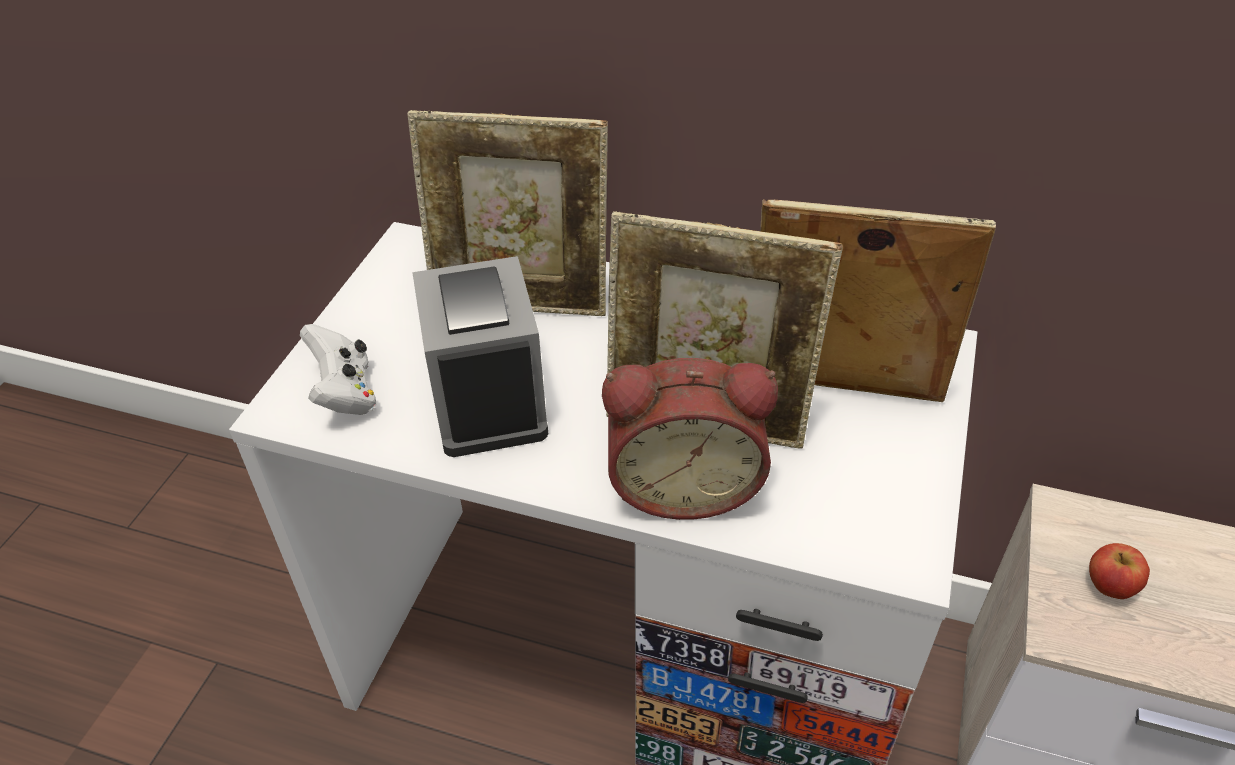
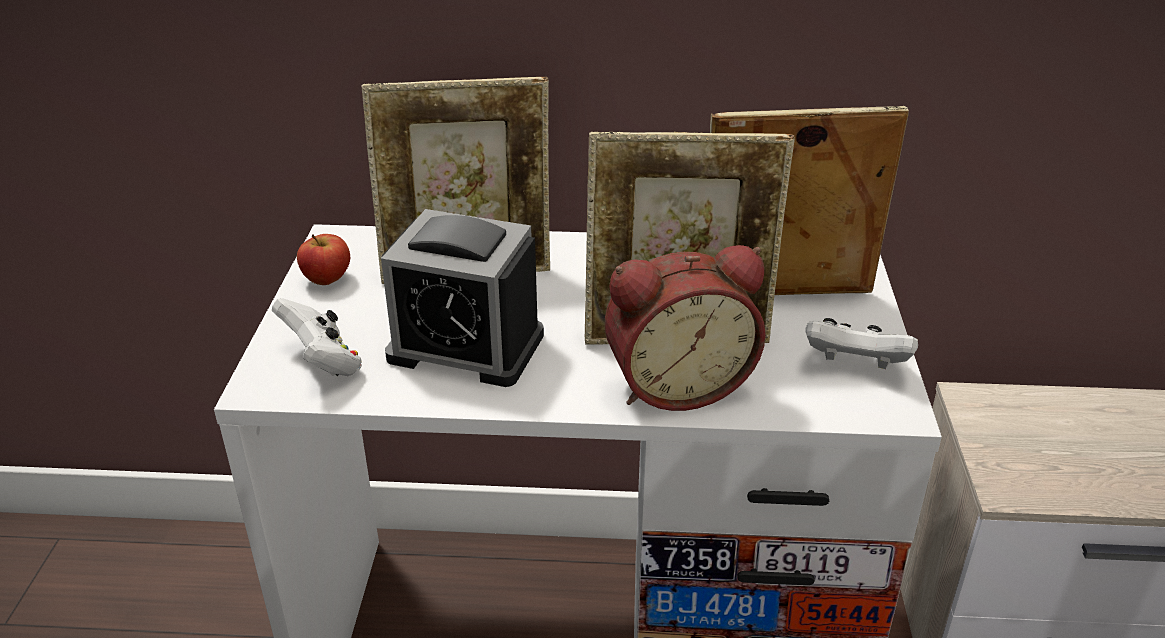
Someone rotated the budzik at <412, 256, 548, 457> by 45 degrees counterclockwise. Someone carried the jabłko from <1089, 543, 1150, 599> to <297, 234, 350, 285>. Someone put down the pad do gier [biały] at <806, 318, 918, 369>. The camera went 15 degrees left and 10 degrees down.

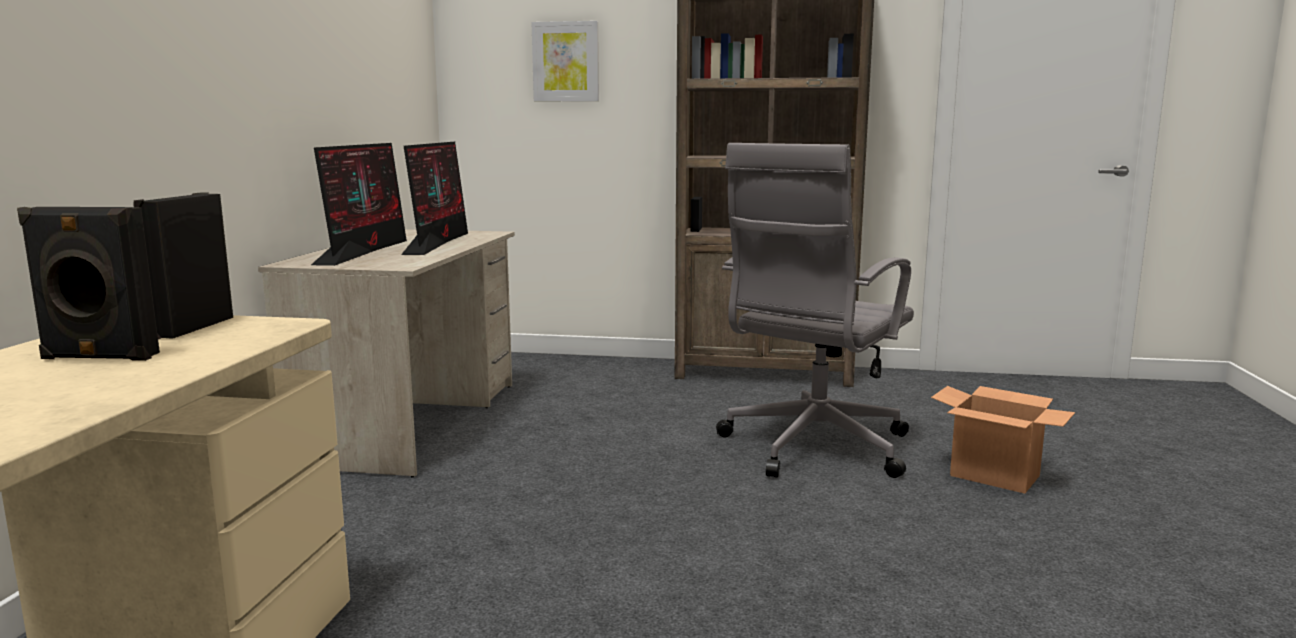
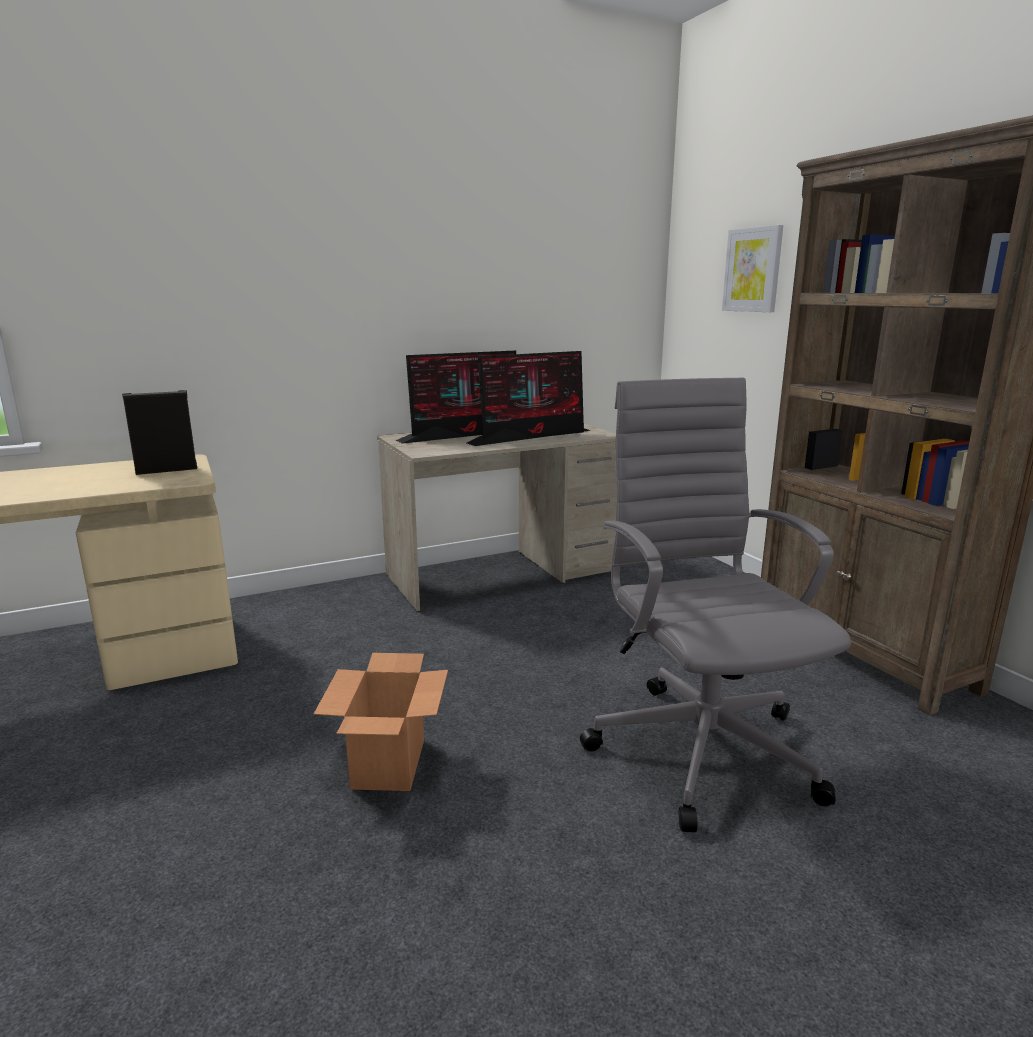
Someone rotated the krzesło biurowe [szary] at <716, 143, 914, 478> by 75 degrees clockwise. Someone took away the głośnik [czarny] at <17, 207, 160, 361>. Someone carried the karton from <931, 386, 1075, 494> to <314, 653, 448, 791>. The camera went 55 degrees right and 5 degrees up.

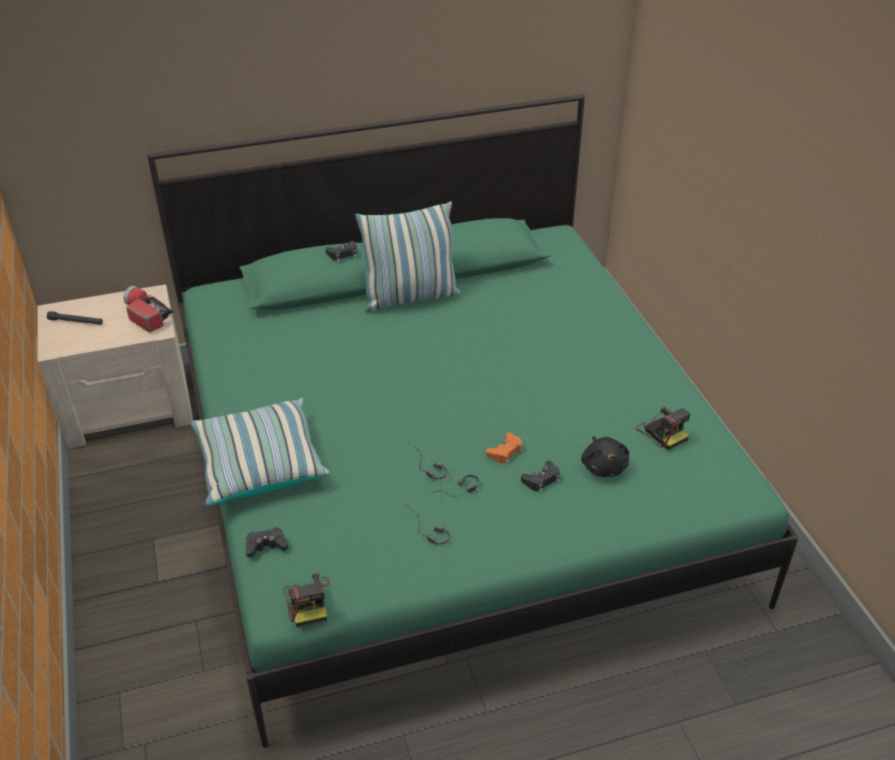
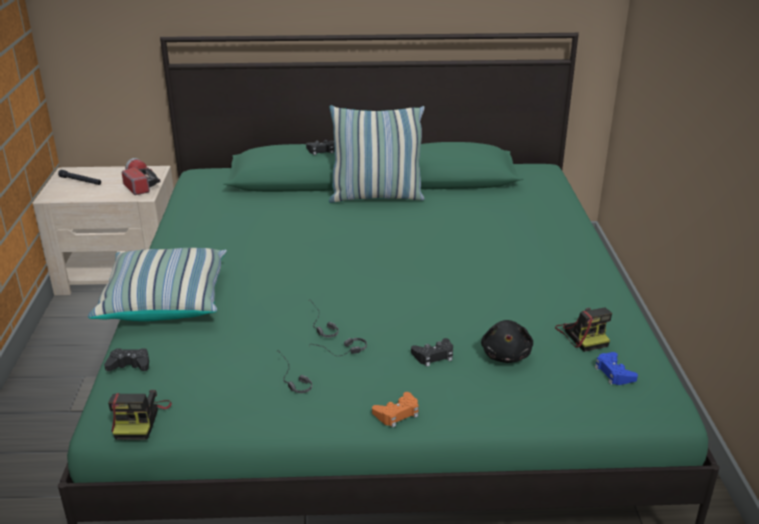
Someone carried the pad do gier [pomarańczowy] from <486, 432, 523, 464> to <372, 392, 419, 428>. Someone put down the pad do gier [niebieski] at <595, 352, 638, 385>. The camera went 15 degrees right and 10 degrees down.

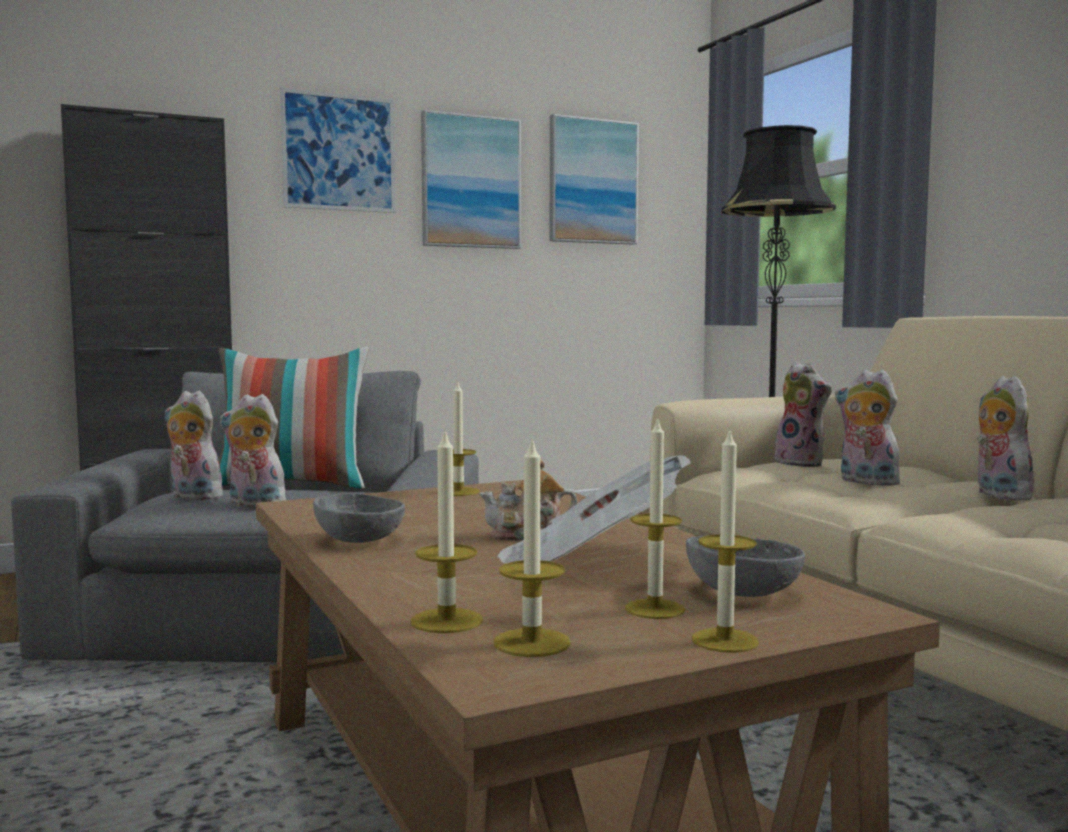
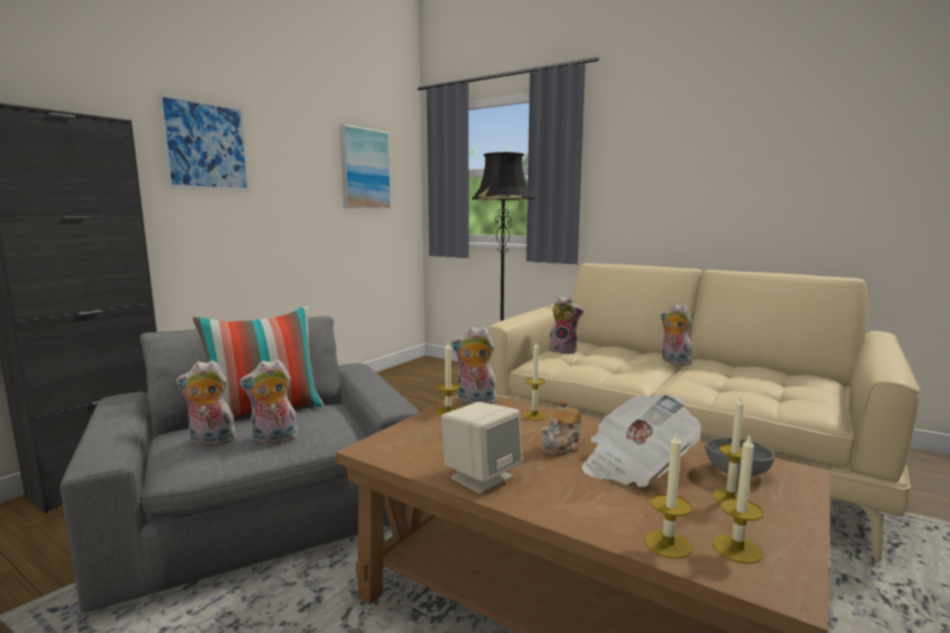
Someone took away the obraz at <421, 110, 521, 249>. Someone carried the pluszak from <835, 370, 903, 486> to <451, 326, 497, 404>. Someone carried the świeca from <692, 427, 759, 653> to <523, 342, 547, 420>. Someone swapped the miska [szary] at <313, 494, 405, 543> for the głośnik [beżowy] at <441, 402, 522, 494>. The camera went 30 degrees left and 5 degrees up.

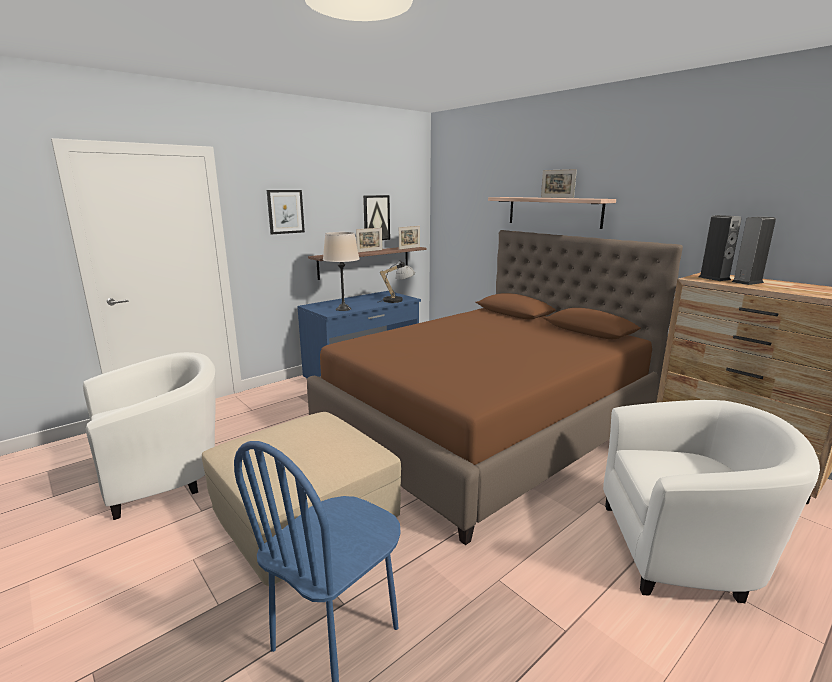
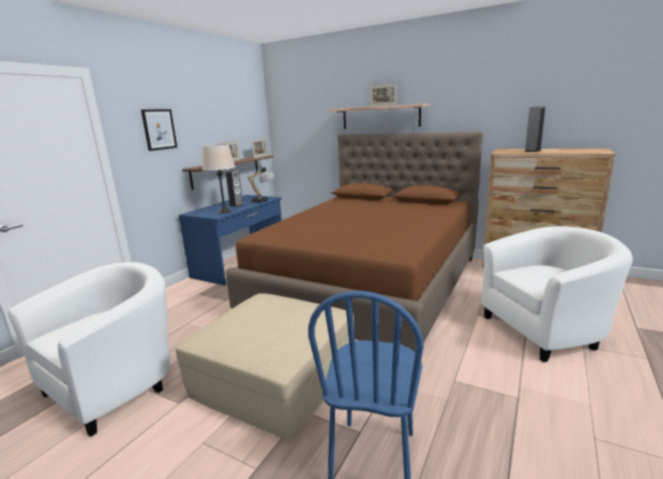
Someone took away the obraz at <363, 195, 390, 240>. Someone carried the głośnik from <699, 215, 741, 281> to <226, 170, 244, 207>. The camera went 20 degrees left and 0 degrees up.

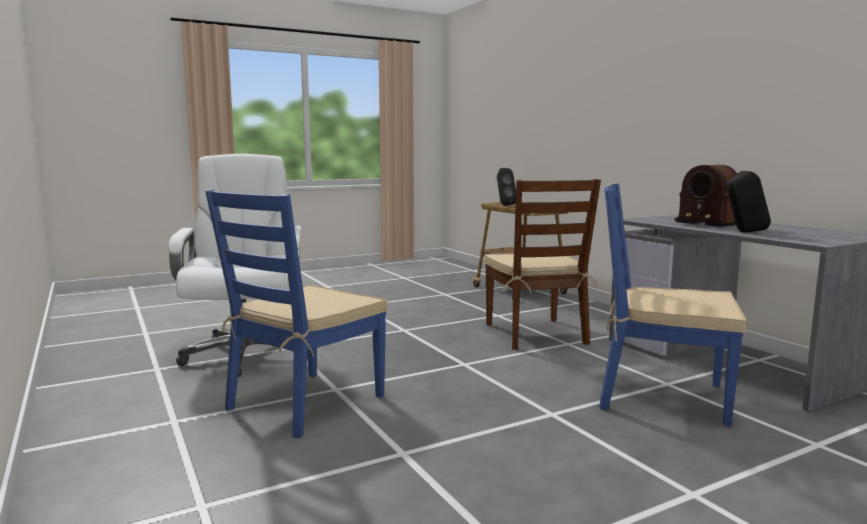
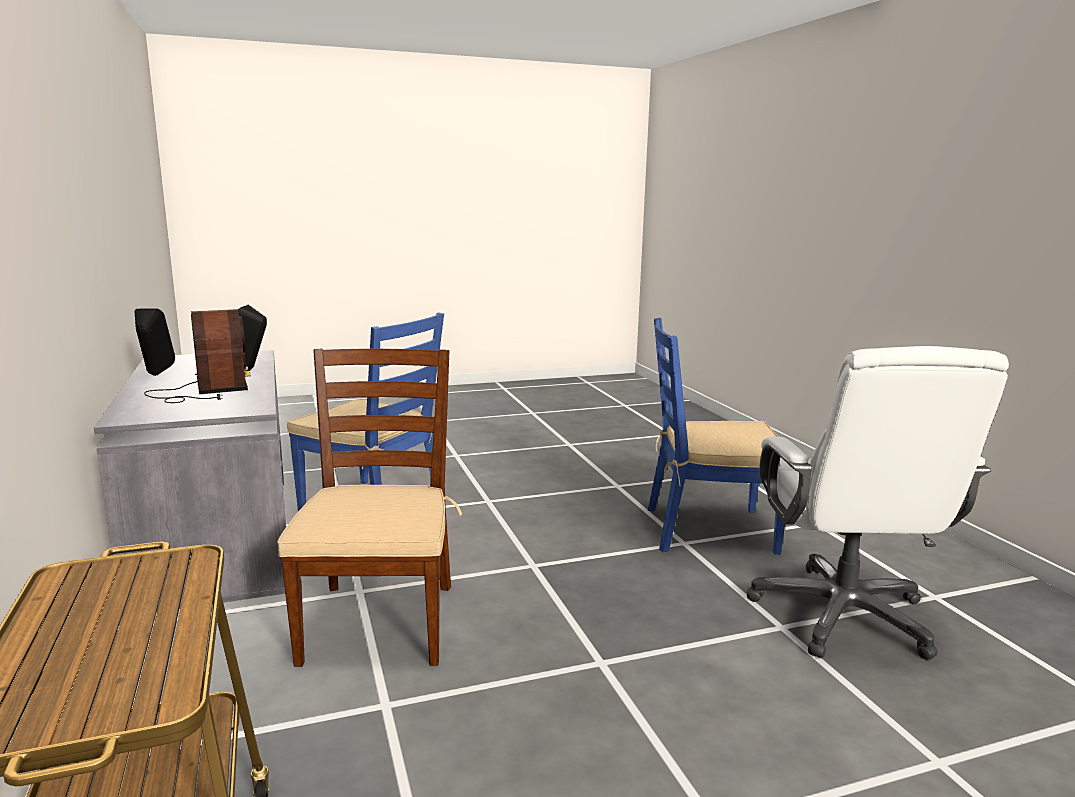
Someone carried the głośnik [czarny] from <497, 168, 516, 206> to <135, 308, 175, 376>. Someone rotated the krzesło [niebieski] at <205, 189, 388, 438> by 135 degrees counterclockwise. The camera went 170 degrees left and 5 degrees up.

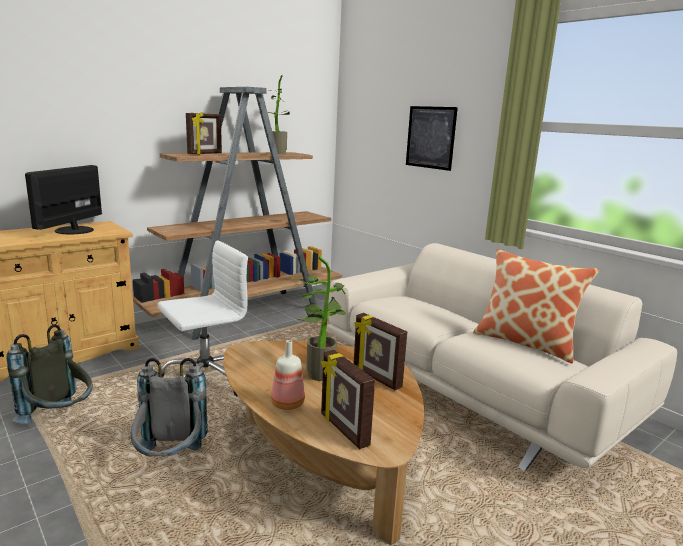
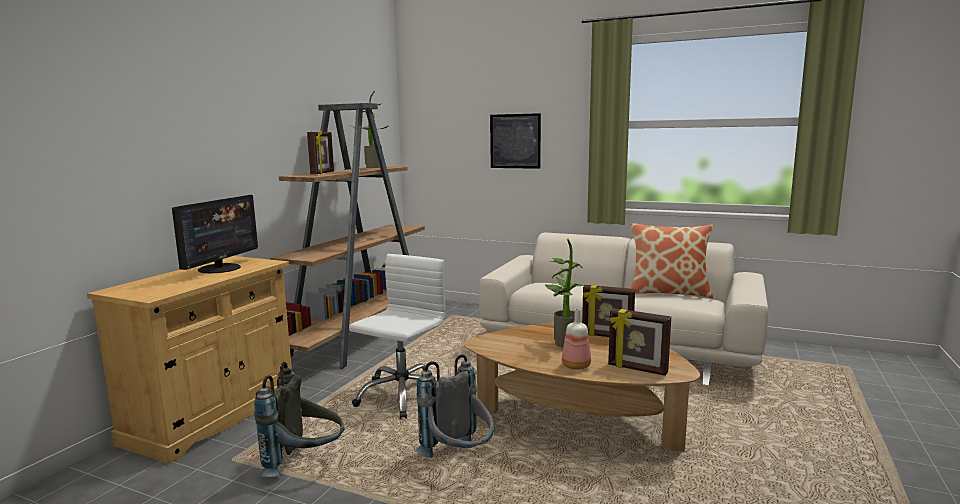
Someone rotated the monitor at <25, 165, 102, 234> by 150 degrees counterclockwise. The camera went 25 degrees left and 5 degrees down.

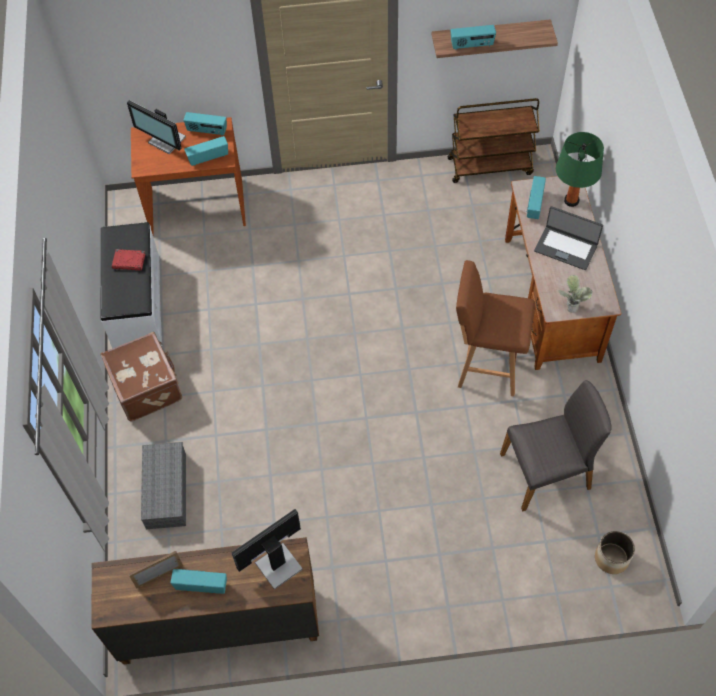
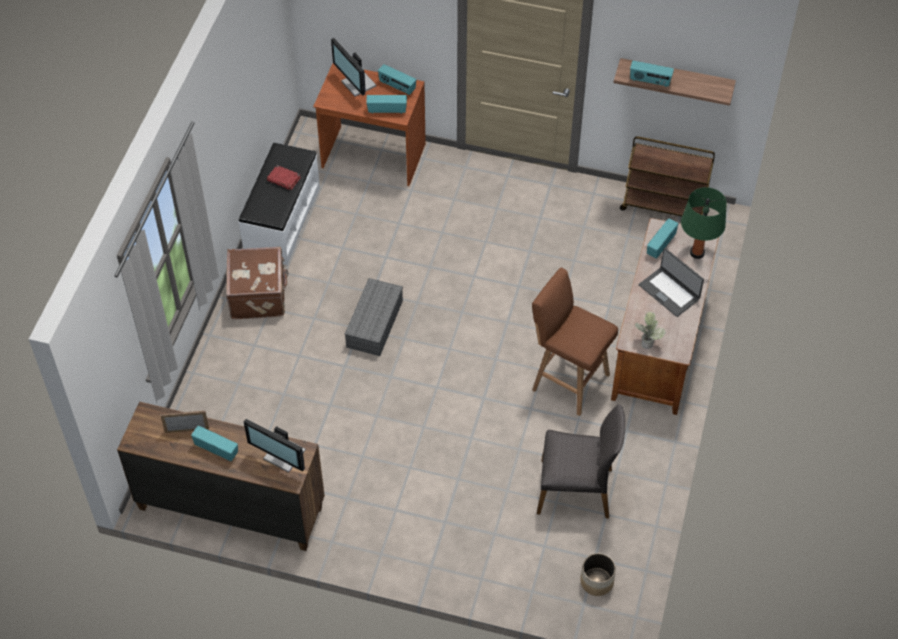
Someone carried the pojemnik do przechowywania [szary] from <141, 442, 186, 529> to <345, 278, 403, 356>. Someone rotated the monitor at <232, 509, 303, 590> by 135 degrees counterclockwise. The camera went 20 degrees right and 5 degrees down.

